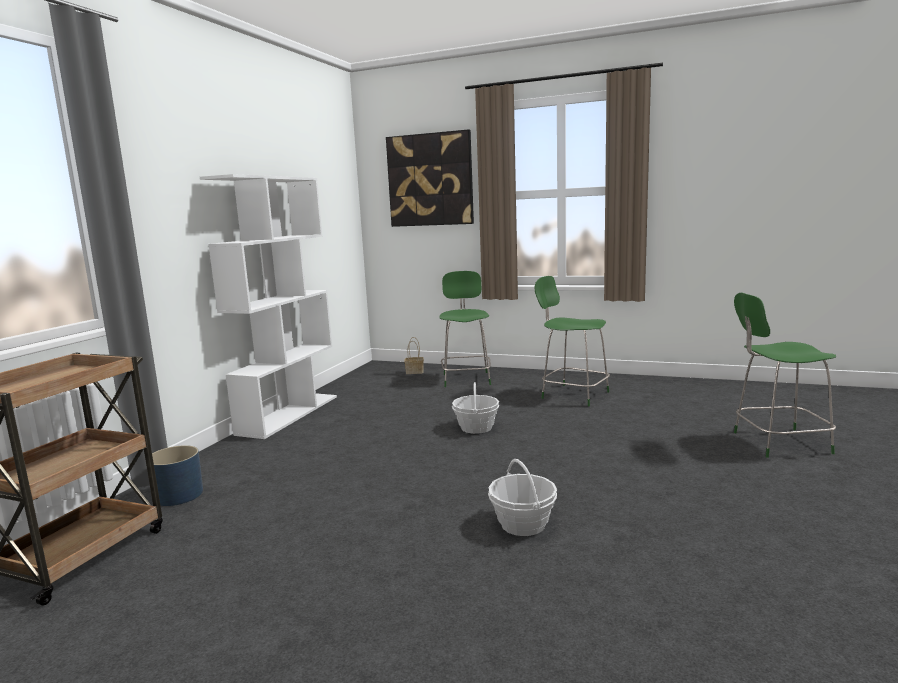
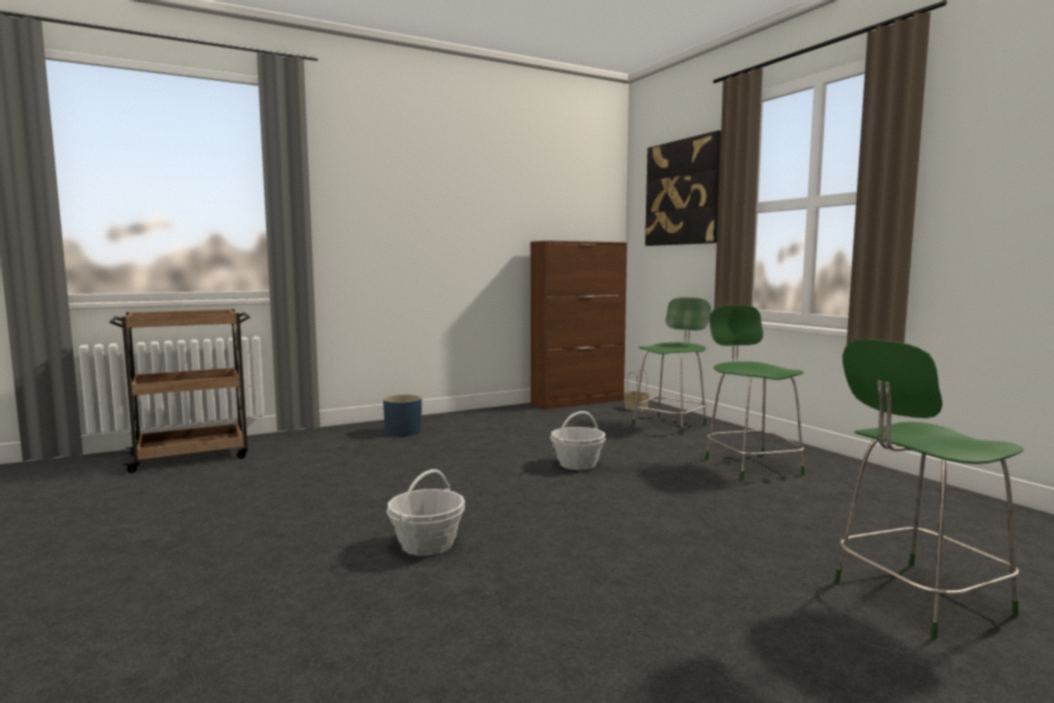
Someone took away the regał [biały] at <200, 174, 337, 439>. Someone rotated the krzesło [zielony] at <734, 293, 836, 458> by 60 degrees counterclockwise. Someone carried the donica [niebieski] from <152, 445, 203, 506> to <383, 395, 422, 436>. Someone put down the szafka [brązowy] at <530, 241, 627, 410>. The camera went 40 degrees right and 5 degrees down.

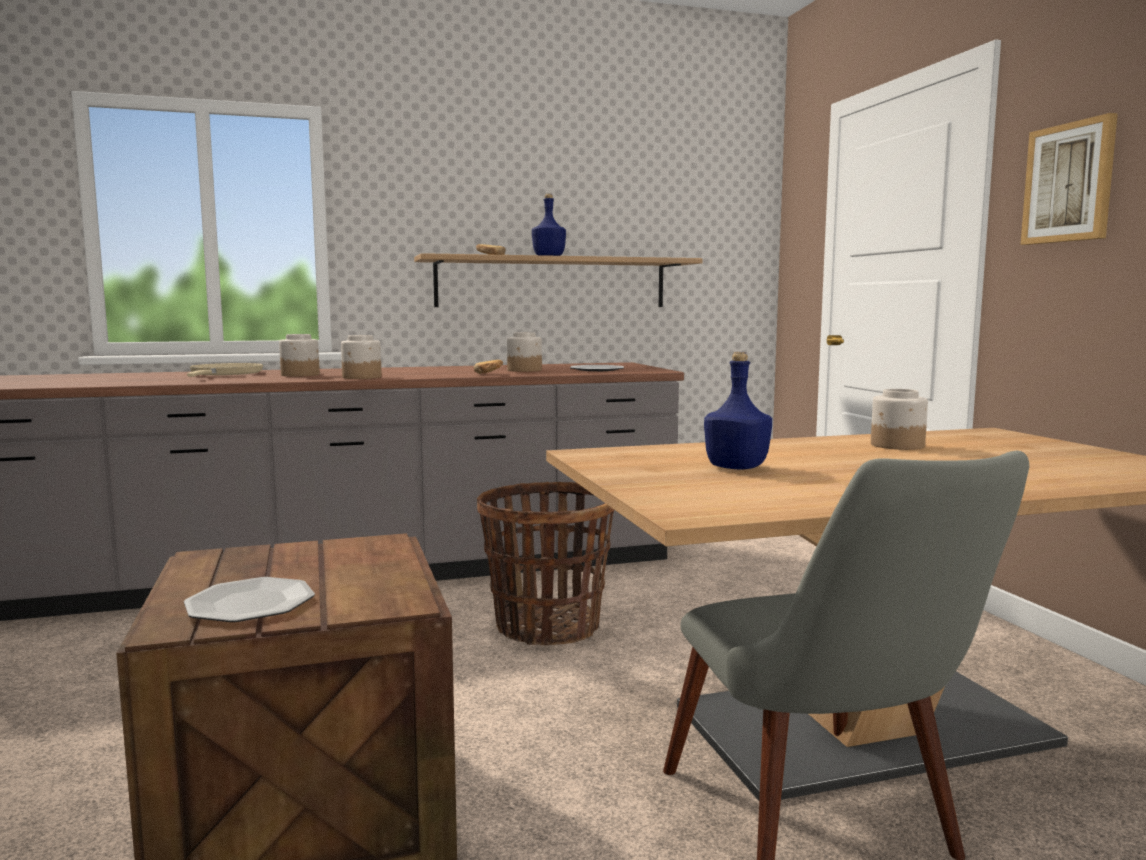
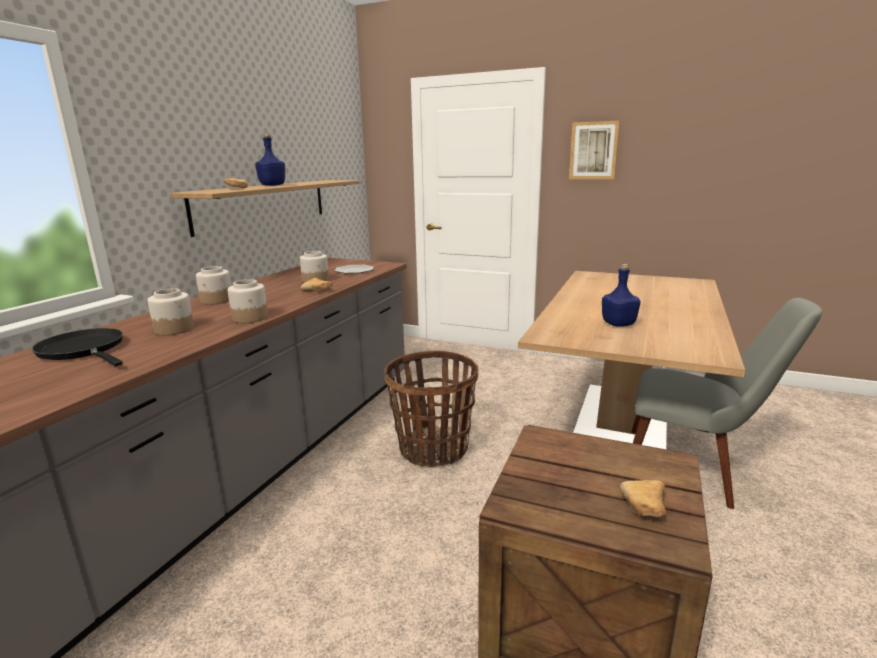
Someone repainted the patelnia [beżowy] at <187, 363, 263, 377>, which became the patelnia [czarny] at <32, 328, 123, 366>. Someone carried the słoik from <871, 389, 928, 450> to <196, 266, 231, 305>. Someone swapped the talerz at <184, 577, 315, 622> for the chleb at <620, 480, 666, 517>. The camera went 50 degrees left and 10 degrees up.

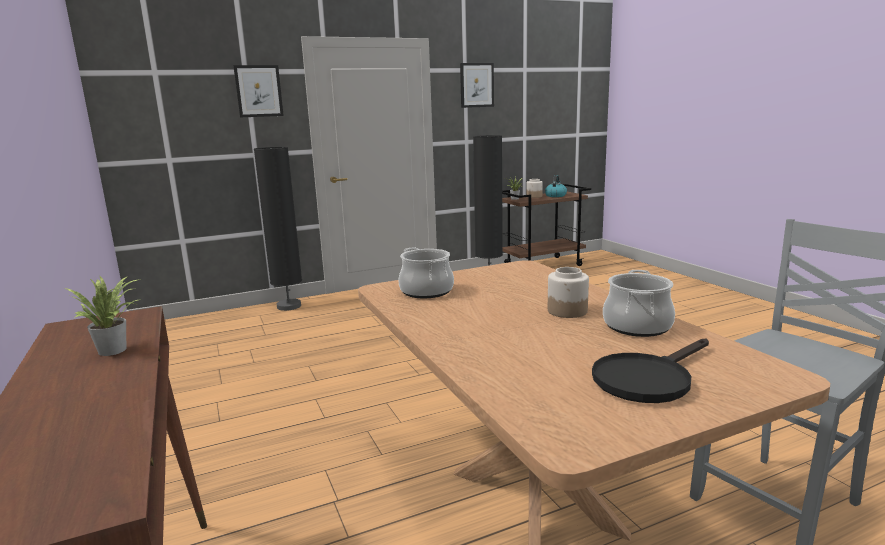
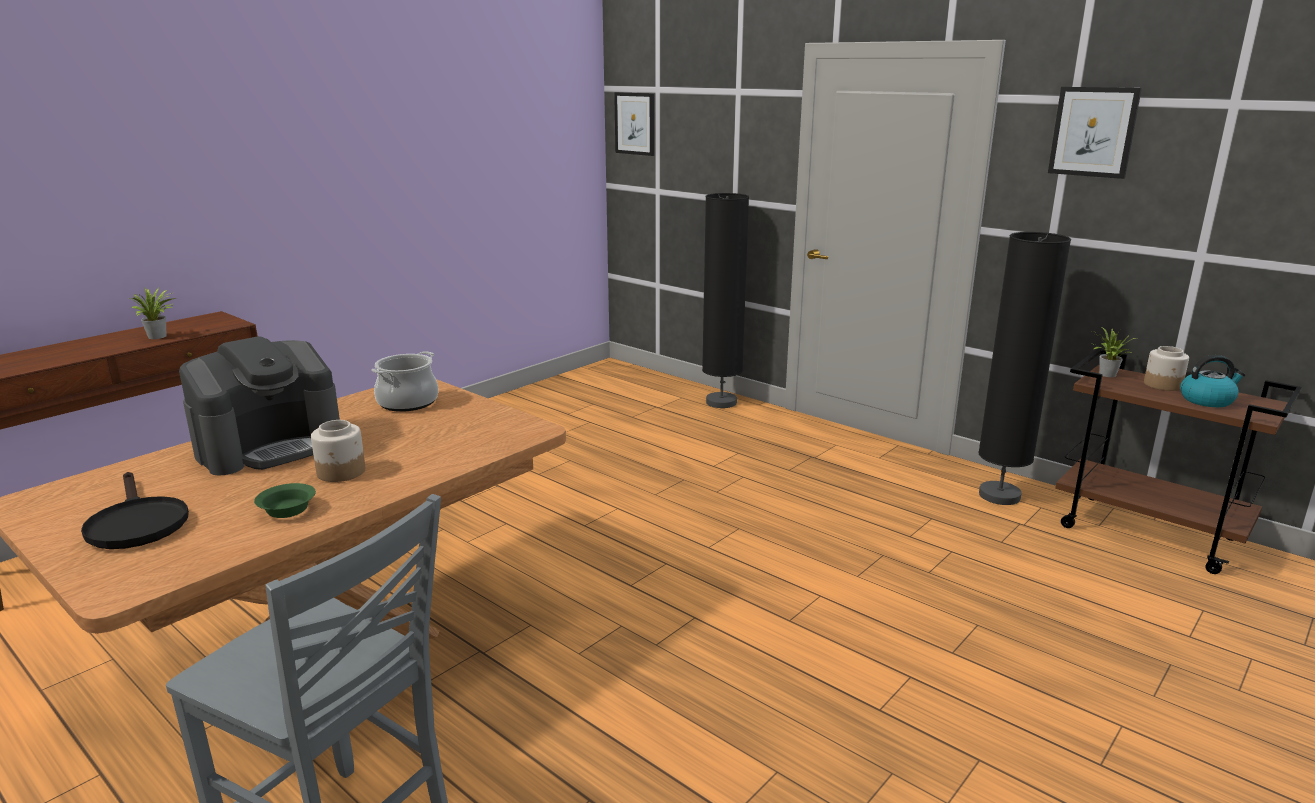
Someone carried the obraz from <233, 65, 284, 117> to <614, 92, 654, 156>. Someone swapped the garnek at <603, 270, 675, 337> for the miska [zielony] at <254, 483, 316, 518>. Someone rotated the patelnia [czarny] at <592, 339, 709, 403> by 150 degrees counterclockwise. Someone put down the ekspres do kawy at <179, 336, 340, 476>. The camera went 65 degrees right and 5 degrees up.

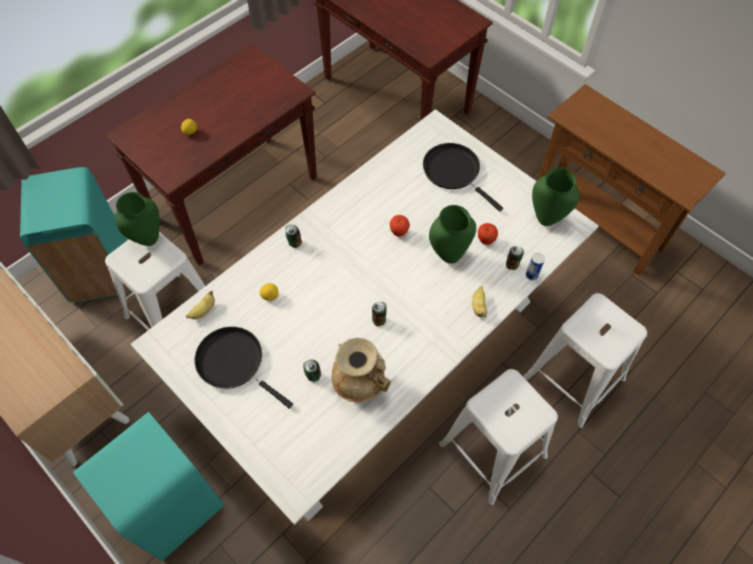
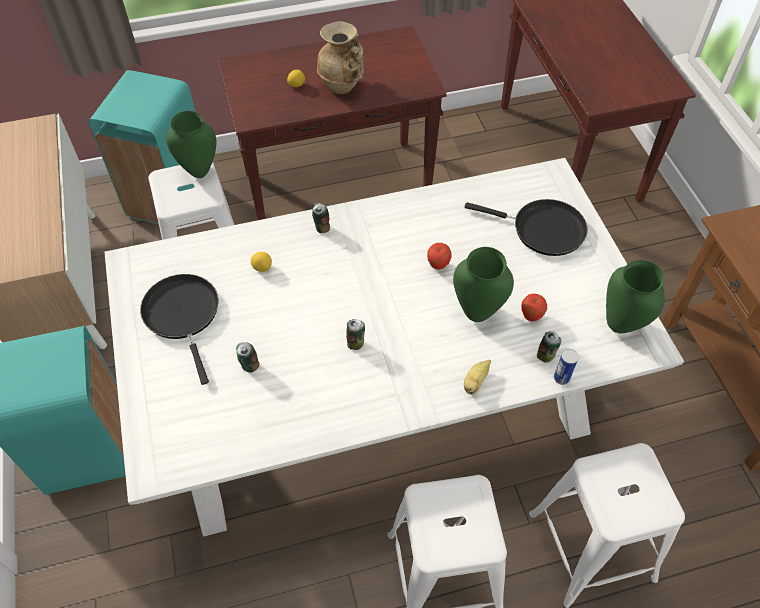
Someone rotated the patelnia [czarny] at <423, 143, 503, 212> by 120 degrees clockwise. Someone took away the banan at <186, 291, 215, 319>. Someone carried the wazon [beżowy] from <332, 338, 392, 403> to <317, 21, 365, 94>. The camera went 30 degrees right and 5 degrees down.

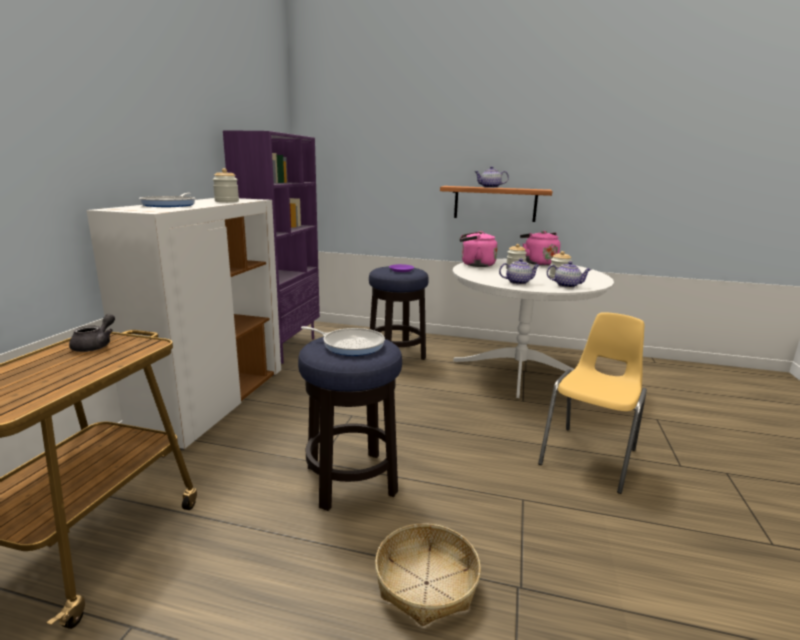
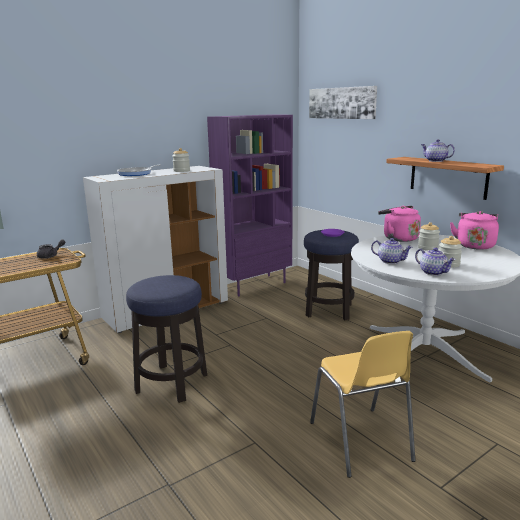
Someone rotated the krzesło [żółty] at <538, 313, 647, 494> by 90 degrees clockwise. Someone took away the patelnia at <301, 326, 385, 356>. Someone took away the koszyk at <375, 523, 481, 626>. Someone put up the obraz at <309, 86, 377, 119>. The camera went 40 degrees right and 0 degrees up.

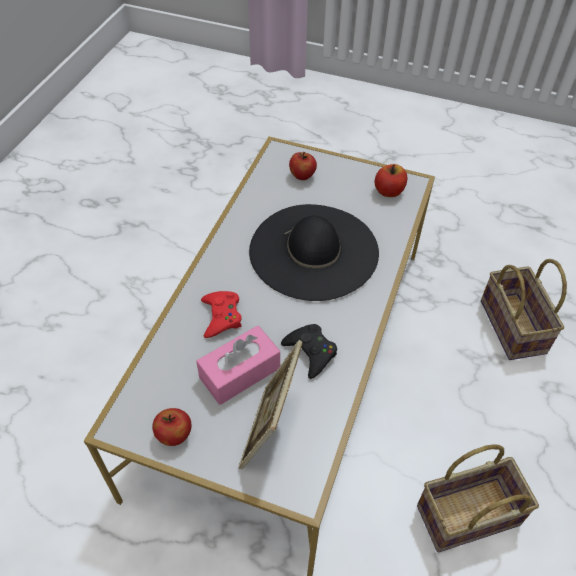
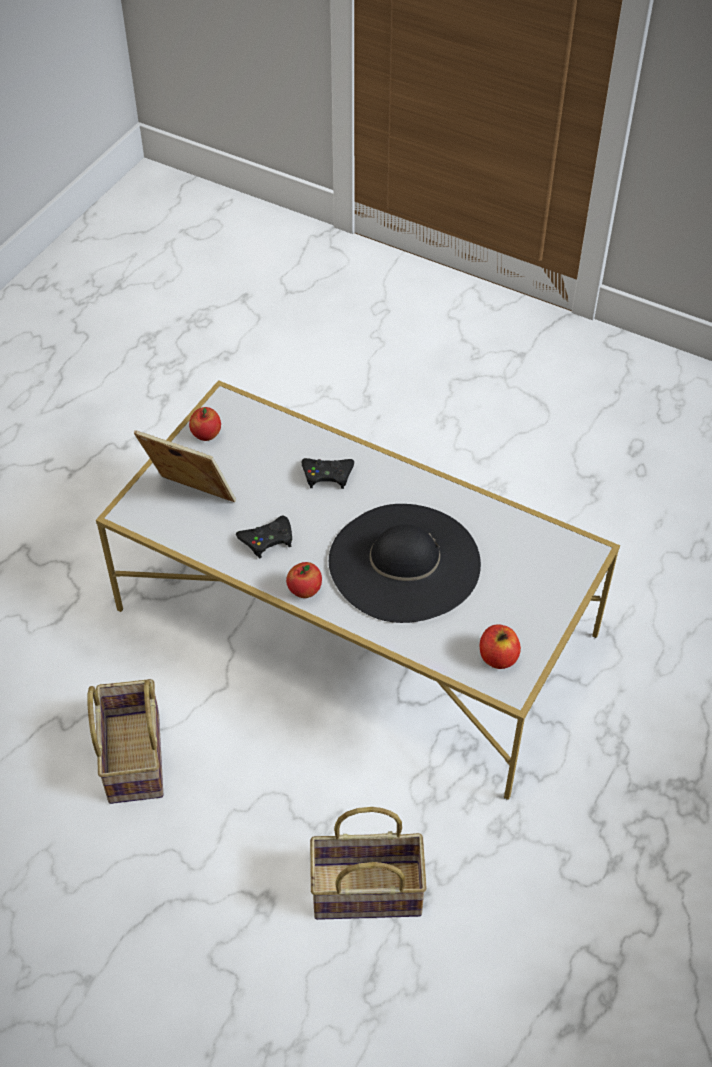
Someone carried the jabłko from <289, 152, 317, 180> to <286, 562, 322, 598>. Someone repainted the pad do gier [czerwony] at <201, 291, 242, 338>, which became the pad do gier [czarny] at <301, 458, 354, 489>. Someone took away the pudełko chusteczek [różowy] at <196, 325, 280, 405>. The camera went 100 degrees right and 0 degrees up.

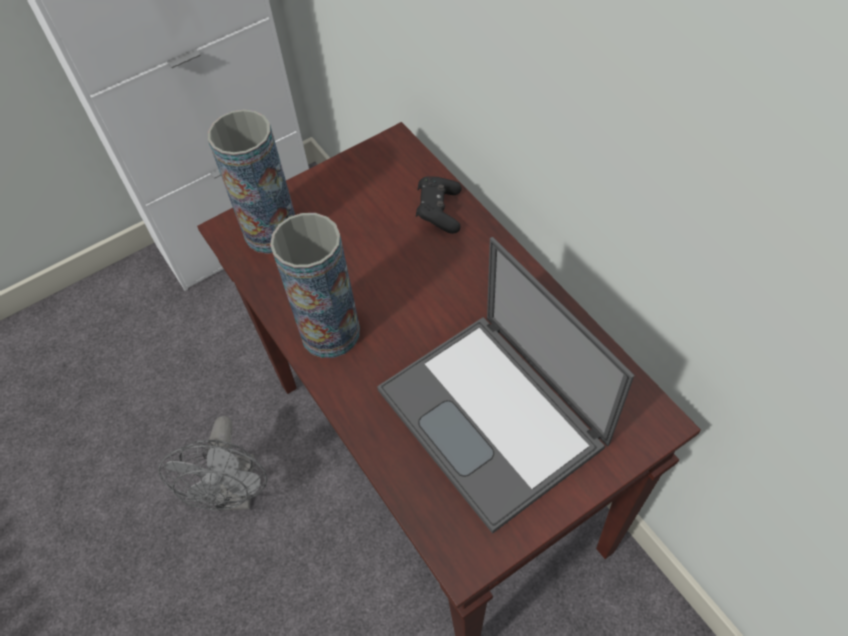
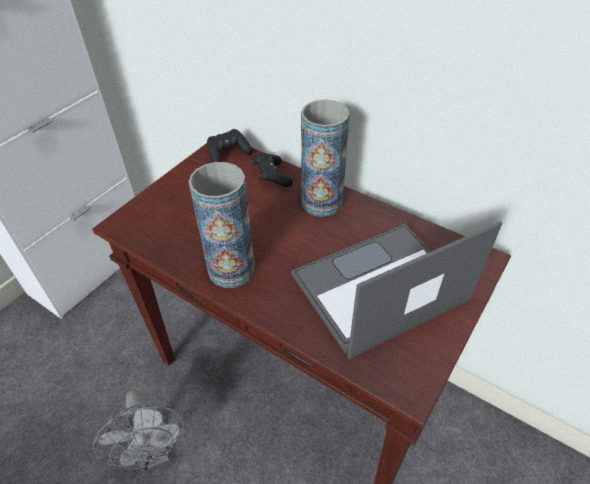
Someone carried the wazon from <208, 109, 295, 254> to <301, 100, 350, 217>. Someone rotated the laptop at <377, 237, 634, 534> by 120 degrees clockwise. Someone put down the pad do gier [czarny] at <207, 129, 252, 163>. The camera went 25 degrees left and 10 degrees down.

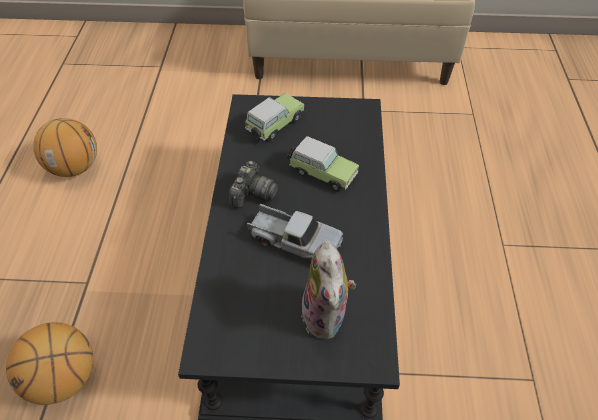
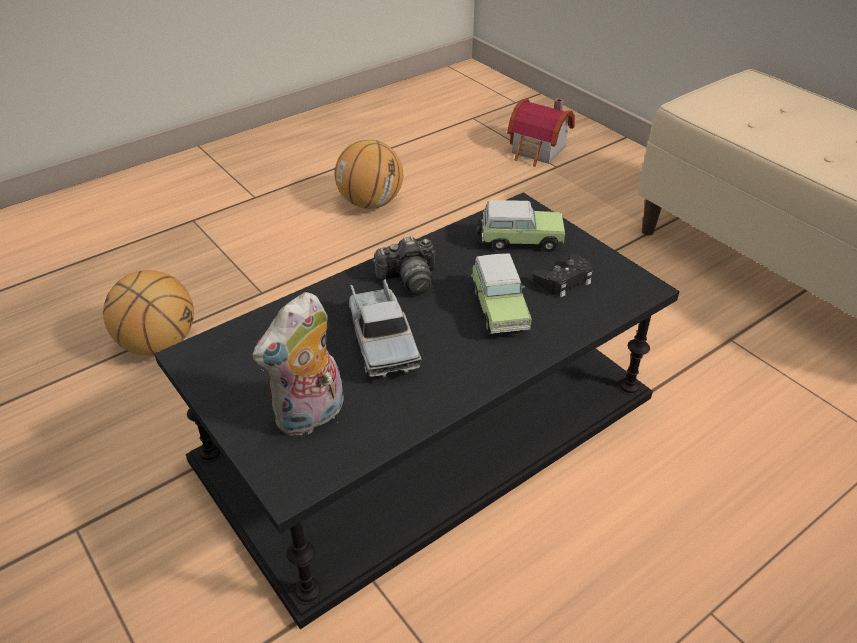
Someone put down the domek at <507, 98, 575, 167>. Someone put down the pad do gier [czarny] at <533, 254, 593, 297>. The camera went 50 degrees right and 10 degrees down.

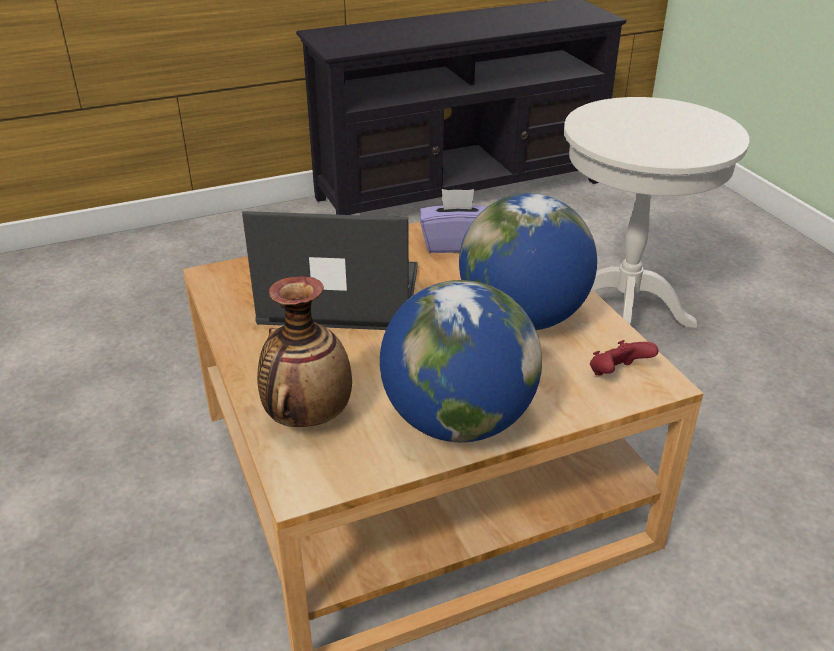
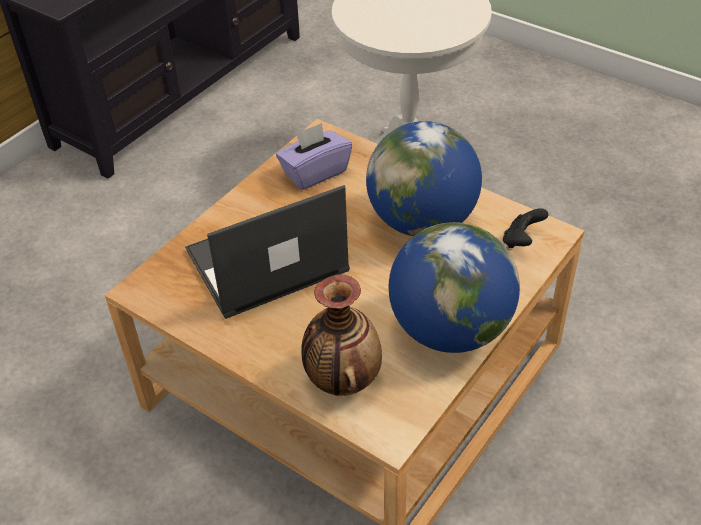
Someone repainted the pad do gier [czerwony] at <590, 340, 658, 376>, which became the pad do gier [czarny] at <503, 208, 549, 248>. The camera went 30 degrees left and 10 degrees up.

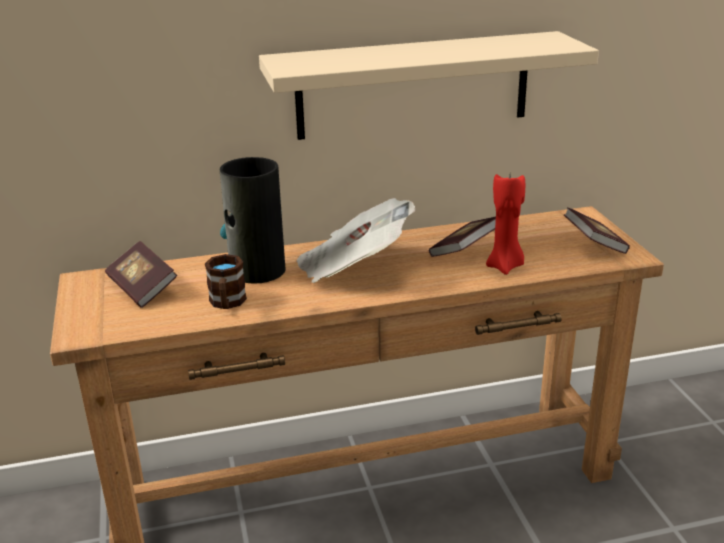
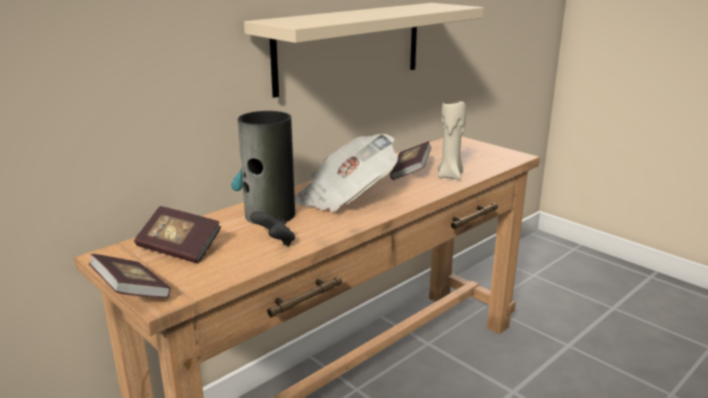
Someone repainted the świeca [czerwony] at <486, 174, 525, 275>, which became the świeca [beżowy] at <437, 99, 466, 180>. Someone carried the książka from <564, 207, 630, 254> to <89, 254, 171, 298>. Someone swapped the kubek [brązowy] at <205, 254, 247, 309> for the pad do gier [czarny] at <250, 211, 295, 246>. The camera went 30 degrees left and 5 degrees down.

